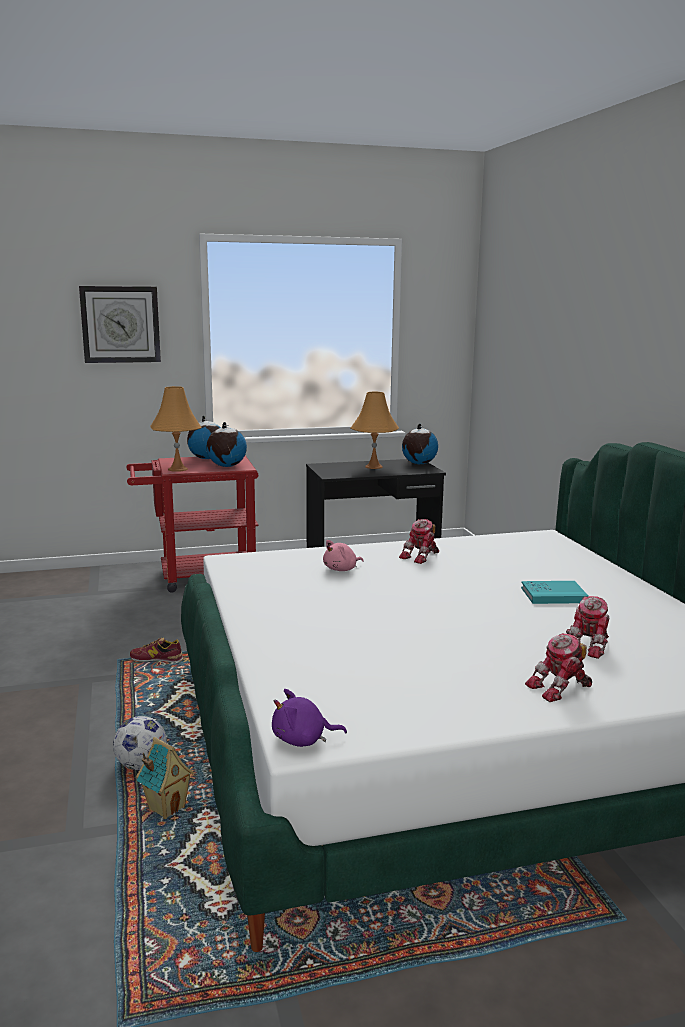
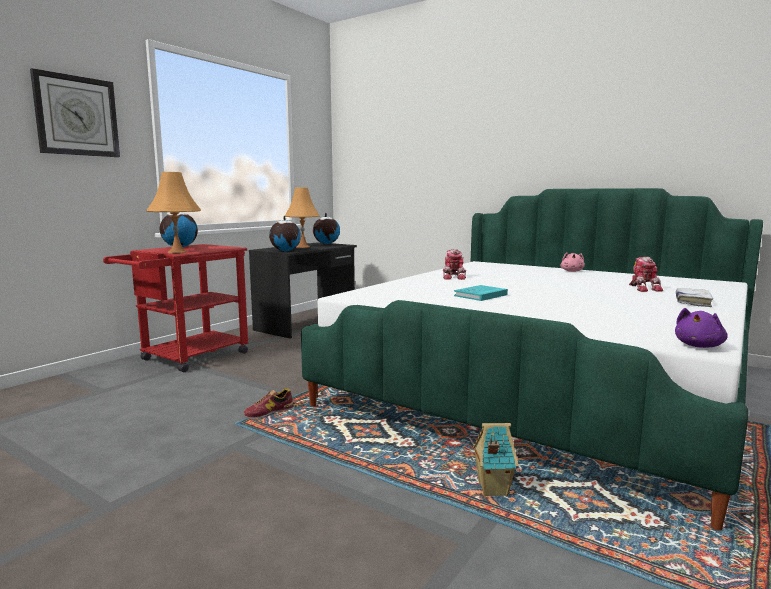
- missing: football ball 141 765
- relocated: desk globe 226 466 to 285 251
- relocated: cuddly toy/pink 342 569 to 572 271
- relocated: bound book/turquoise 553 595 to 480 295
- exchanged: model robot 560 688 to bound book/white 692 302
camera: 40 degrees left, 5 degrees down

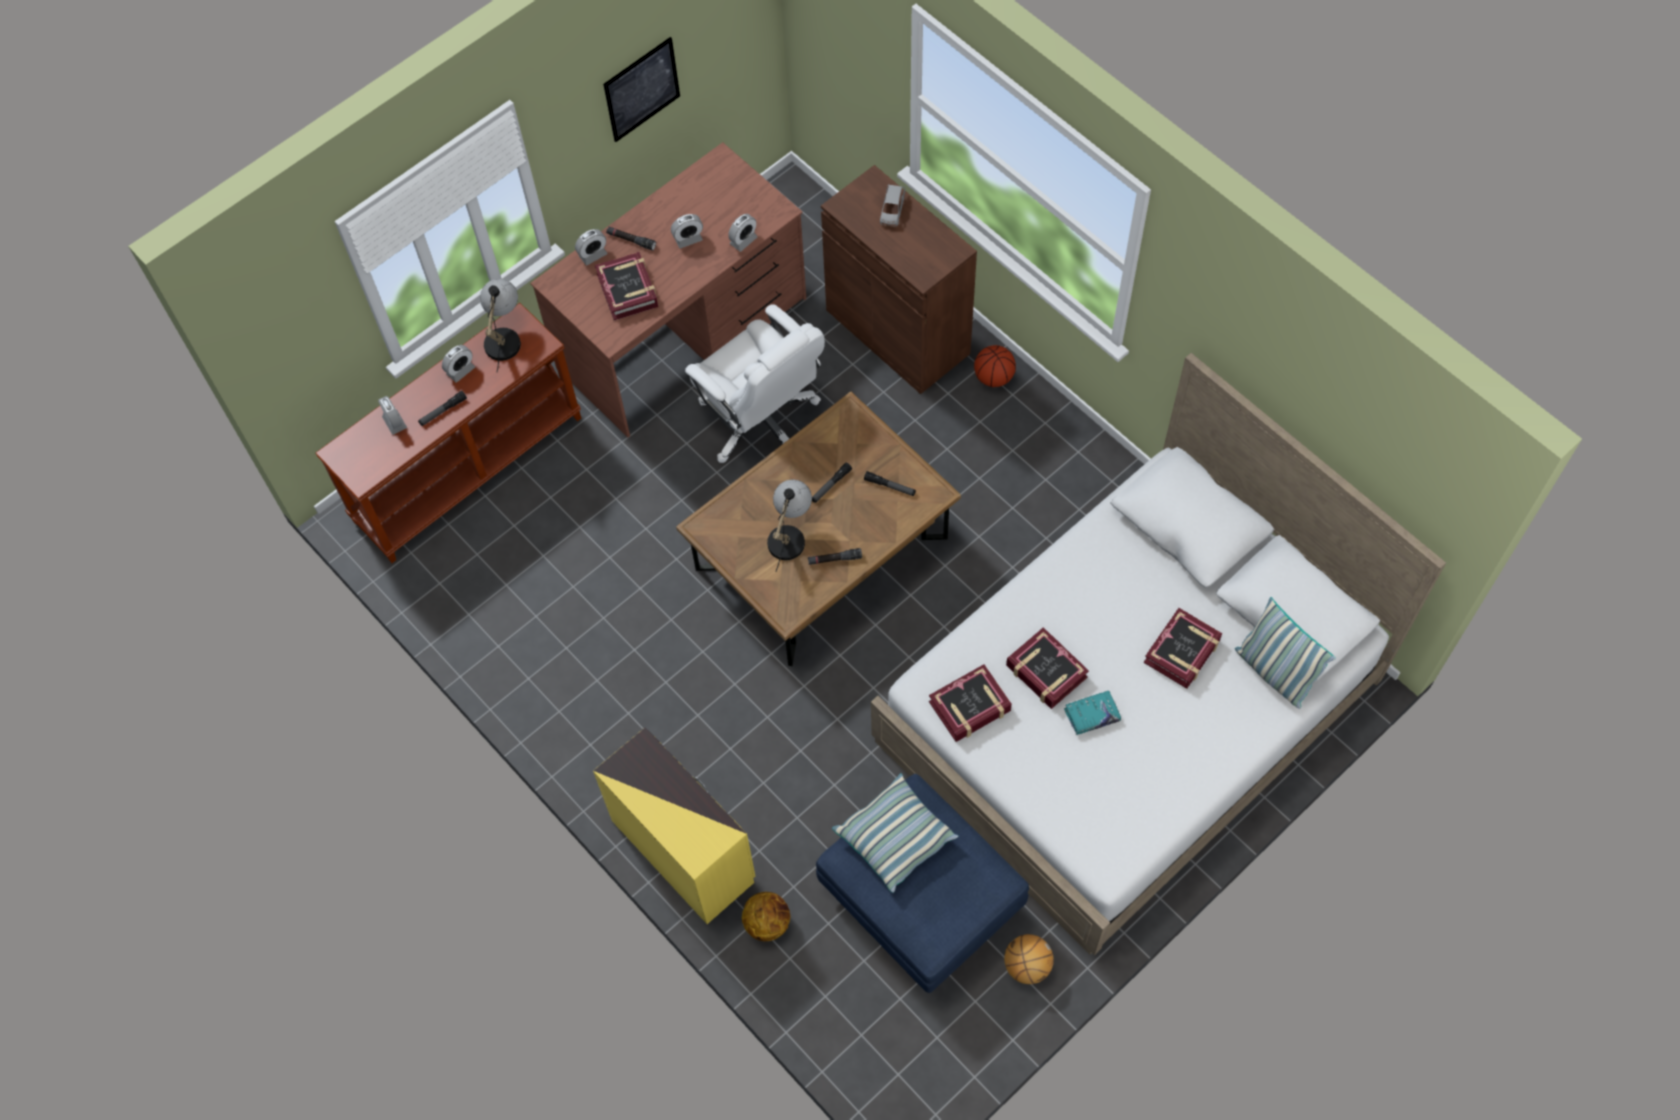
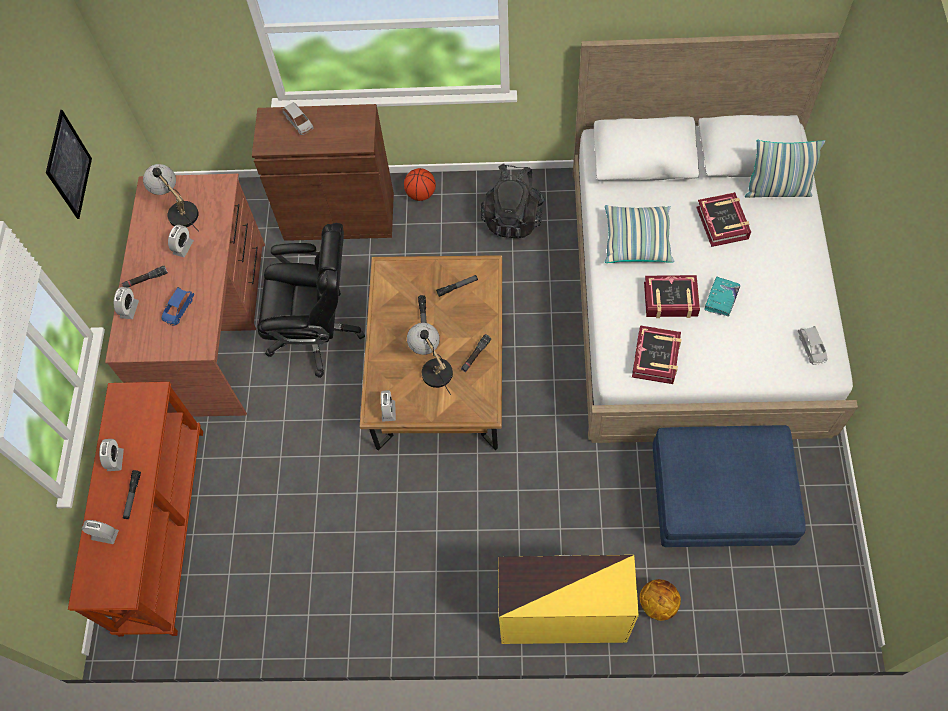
- missing: ball for basketball 1027 966
- appeared: knapsack/black-coloured 513 217
- appeared: miniature car/greyish 811 348
- relocated: tabletop lamp 504 336 to 178 210
- relocated: bedside clock 743 240 to 388 411
- relocated: throw pillow 895 837 to 636 241
- exchanged: bound book 628 290 to miniature car/bluish 179 309
- colour: desk chair/white 761 421 to desk chair/black-coloured 317 332
camera: 45 degrees left, 0 degrees up

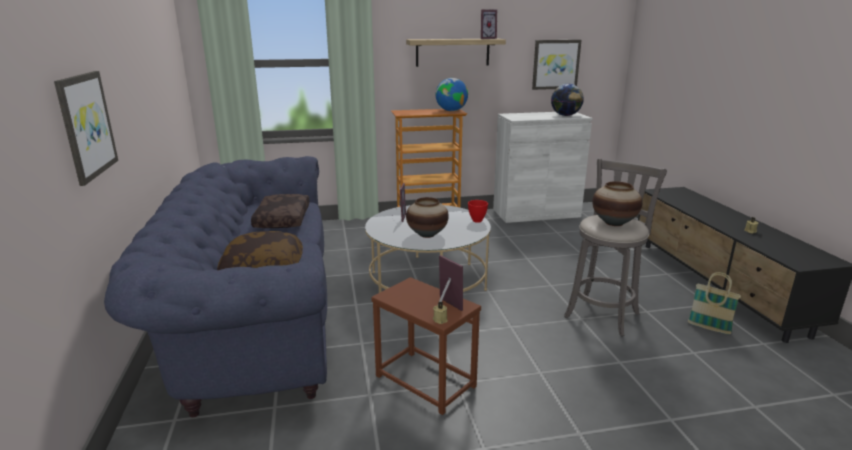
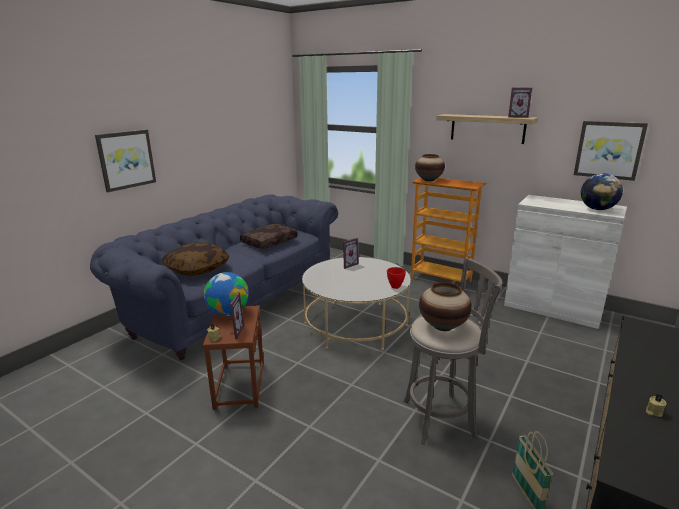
- relocated: flower vase 427 234 to 429 180
- relocated: desk globe 451 111 to 228 313
camera: 45 degrees right, 0 degrees up

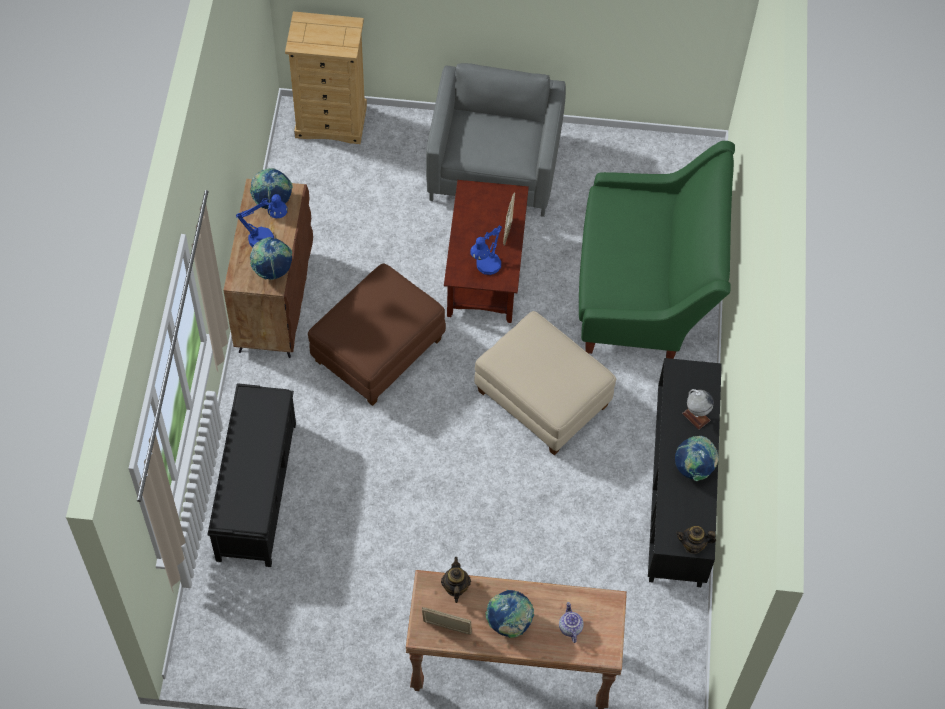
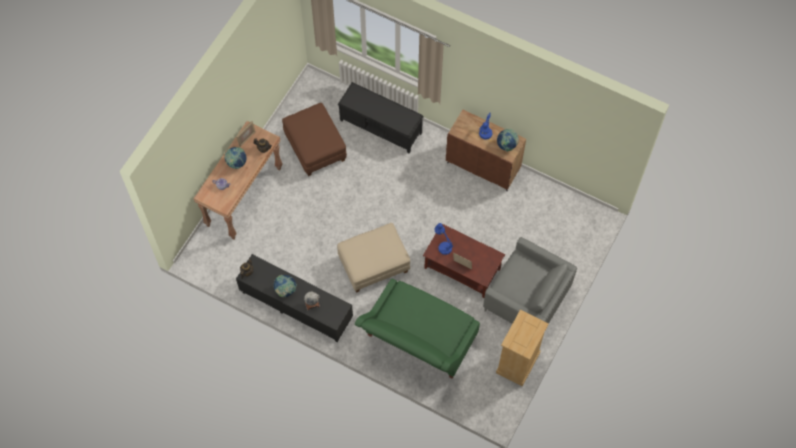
- missing: desk globe 272 270
- relocated: dresser/beige-coloured 331 121 to 517 363
- relocated: pouffe/brown 378 351 to 315 148
camera: 115 degrees right, 5 degrees up

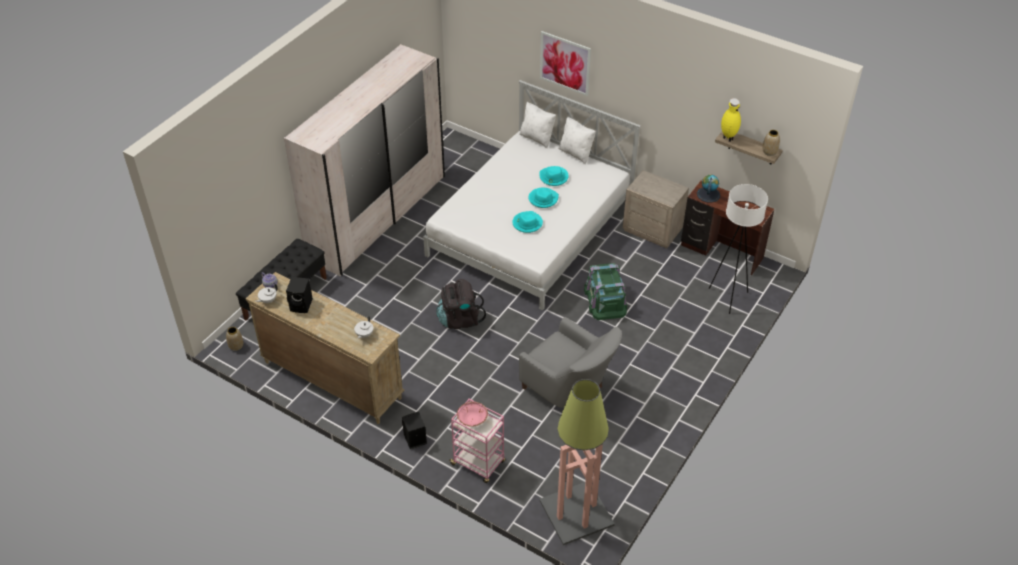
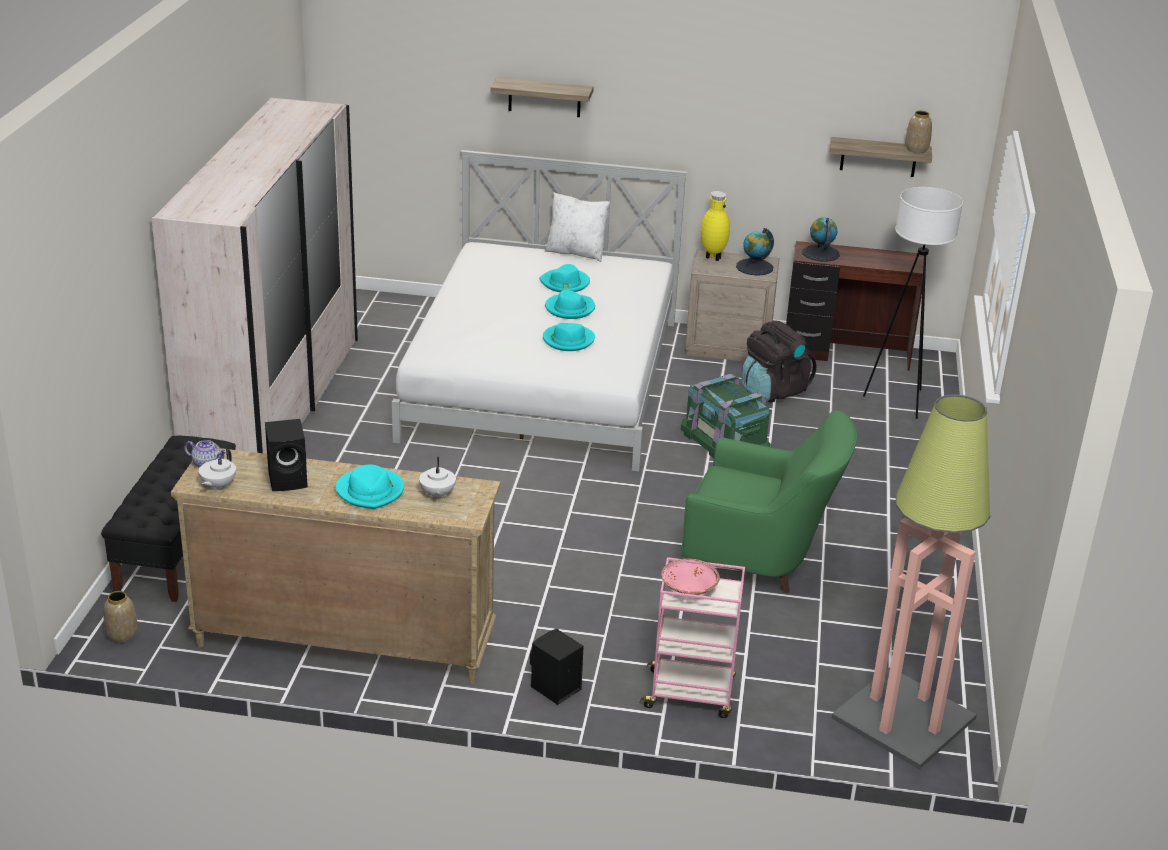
- missing: throw pillow/white 537 138
- appeared: wearable hat/turquoise 370 491
- appeared: desk globe 754 267
- relocated: knapsack/black-coloured 460 319 to 773 391
- relocated: flower vase/yellowish 727 138 to 712 257
- exchanged: picture 565 63 to wall shelf 544 97
- colour: armchair/greyish 569 390 to armchair/greenish 761 560
camera: 25 degrees left, 15 degrees down

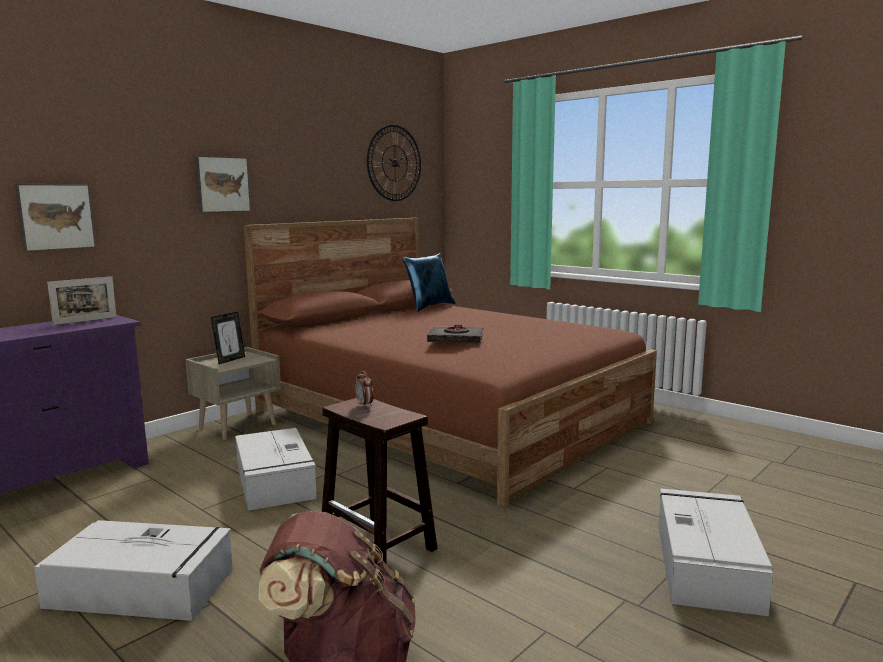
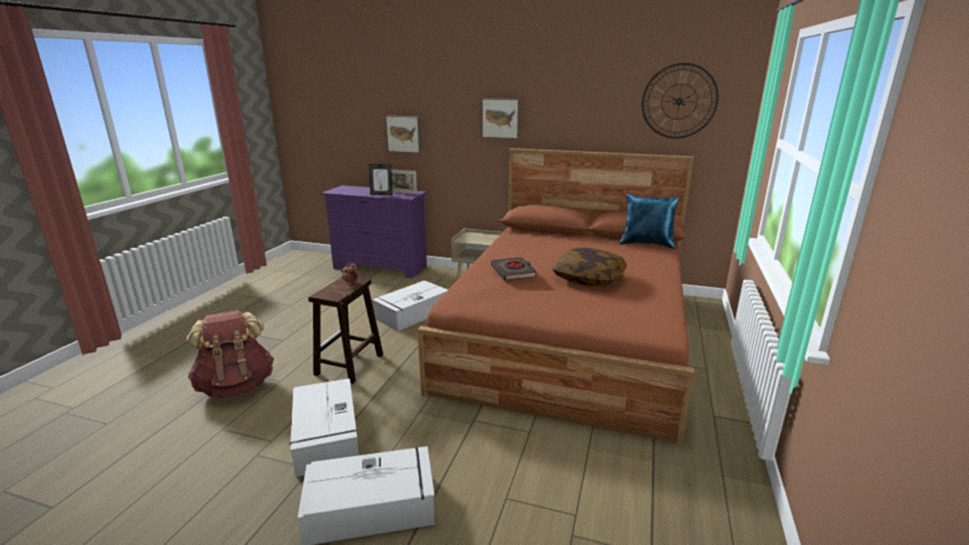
- appeared: throw pillow 588 278
- relocated: storage box/greyish 144 588 to 326 436
- relocated: standing frame 230 360 to 381 194
camera: 65 degrees right, 10 degrees up

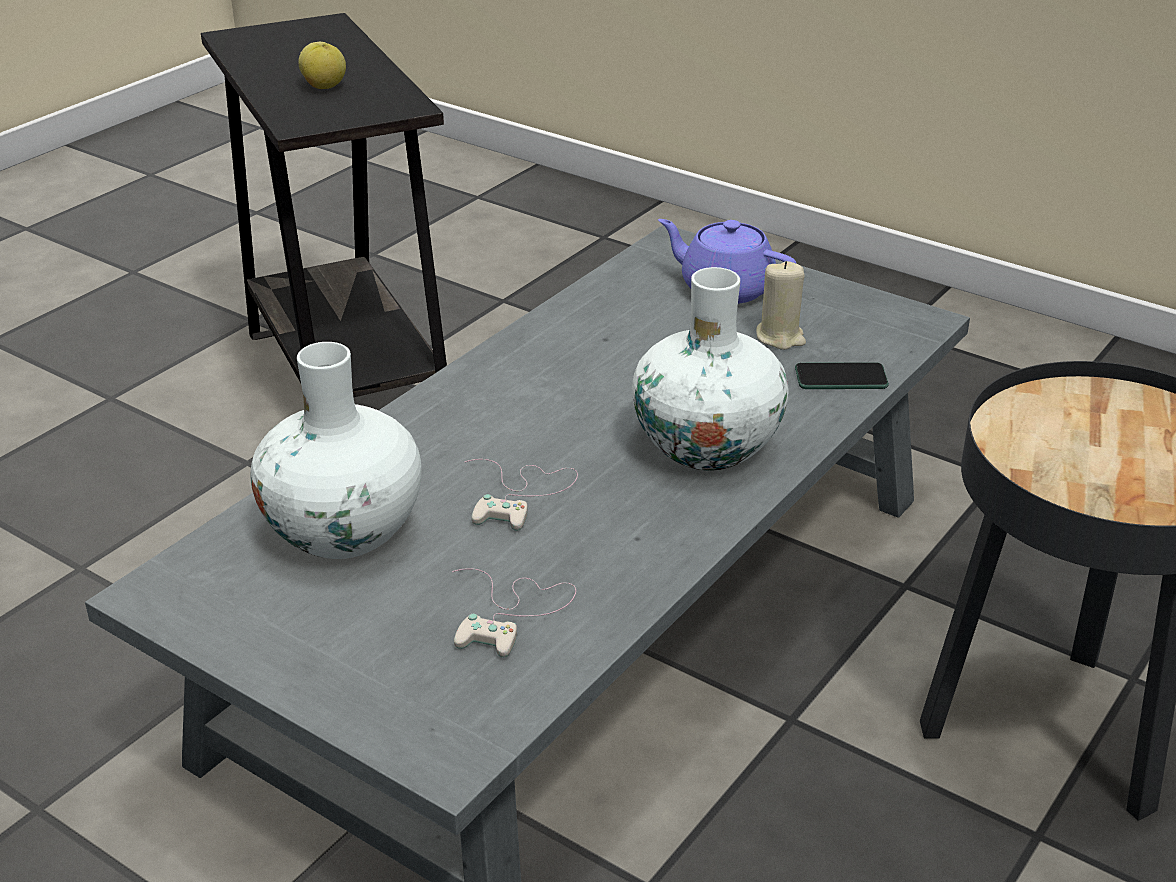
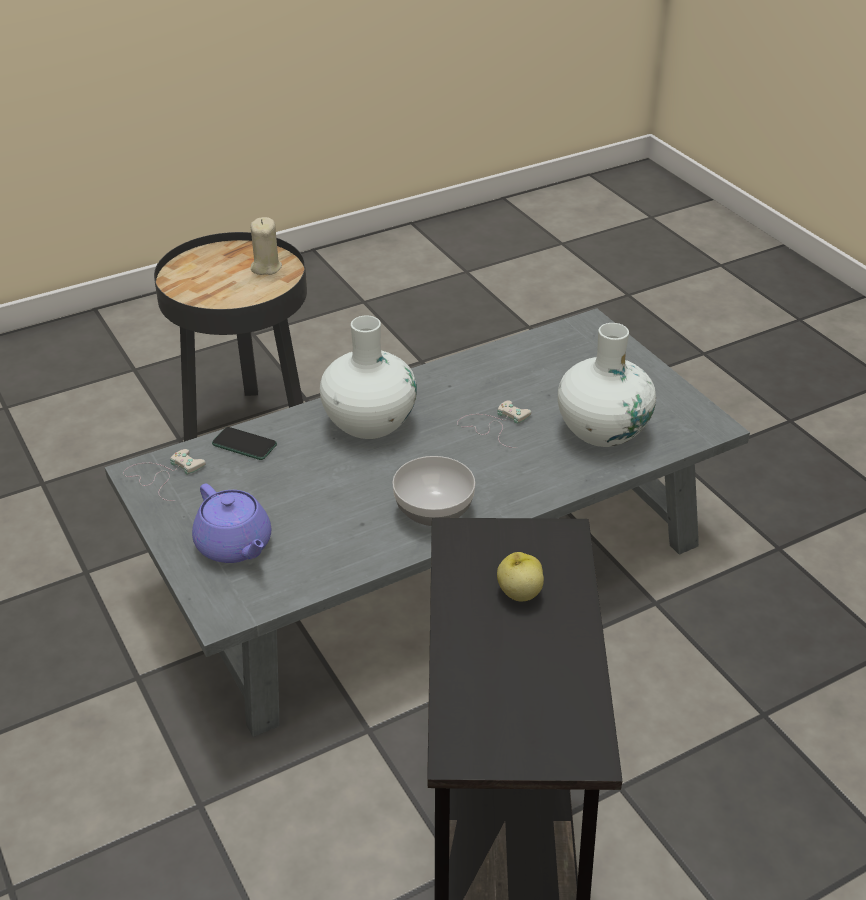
- appeared: bowl 435 511
- relocated: game controller/white 512 612 to 163 475
- relocated: candle/beige-coloured 780 337 to 266 267
camera: 155 degrees left, 5 degrees up

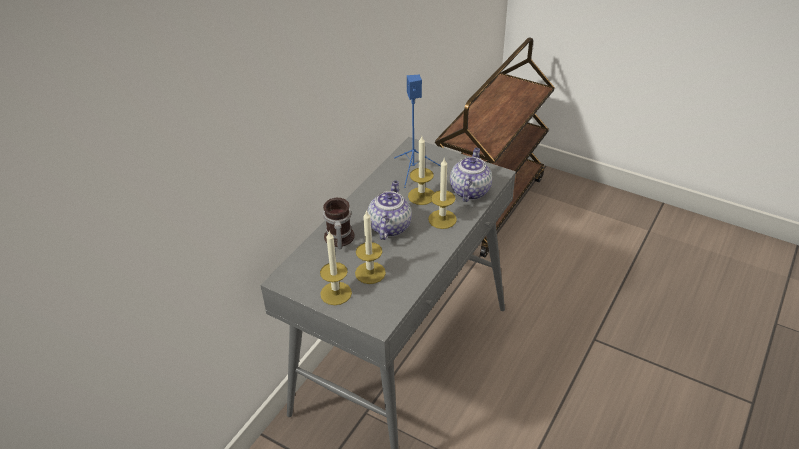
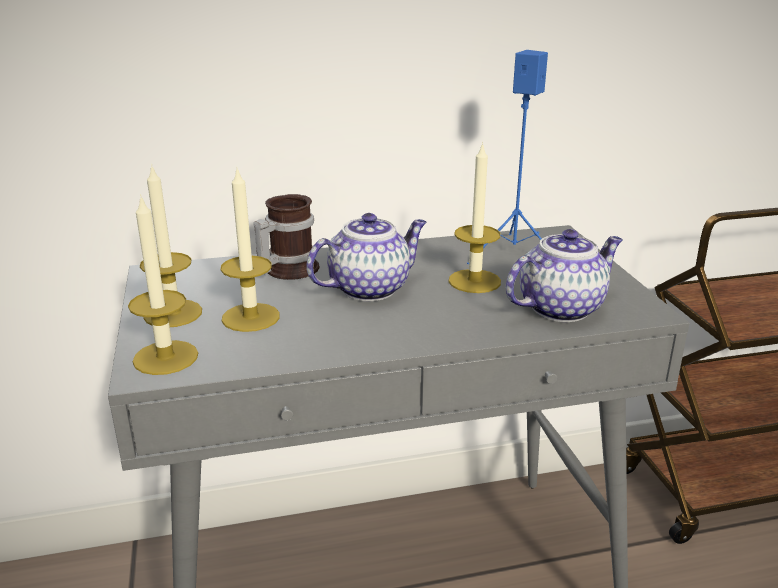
- relocated: candle 442 219 to 165 357
camera: 45 degrees right, 15 degrees down

